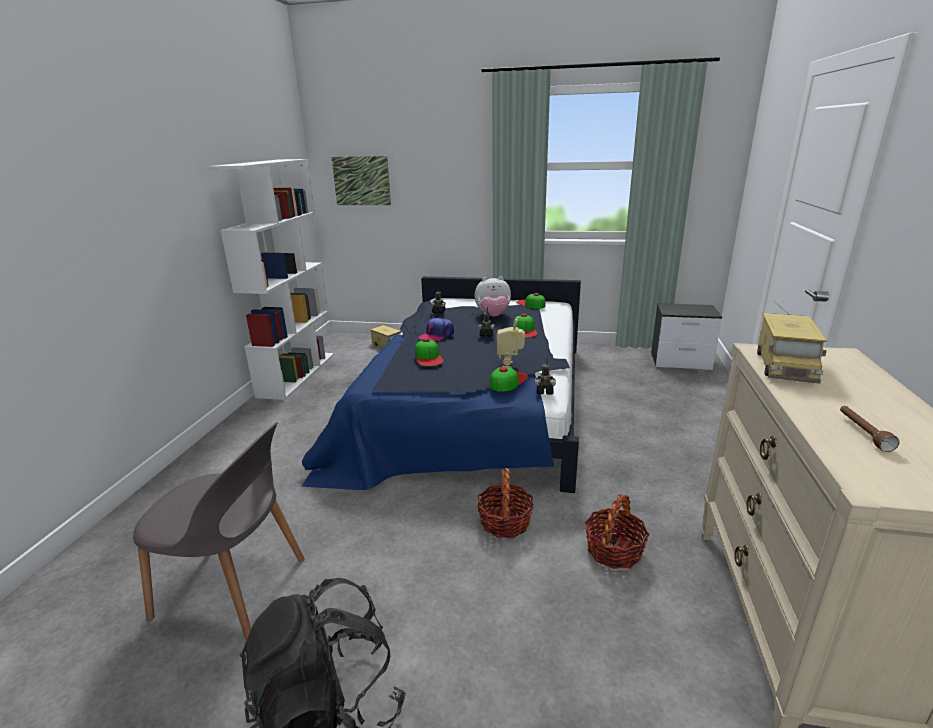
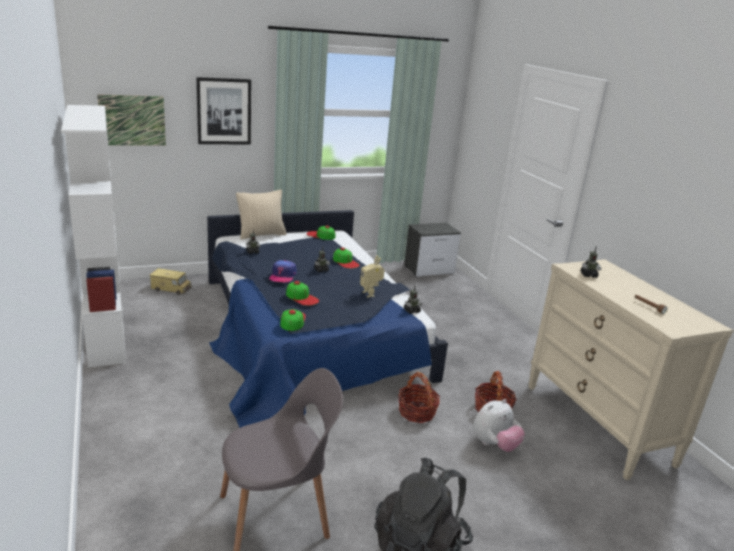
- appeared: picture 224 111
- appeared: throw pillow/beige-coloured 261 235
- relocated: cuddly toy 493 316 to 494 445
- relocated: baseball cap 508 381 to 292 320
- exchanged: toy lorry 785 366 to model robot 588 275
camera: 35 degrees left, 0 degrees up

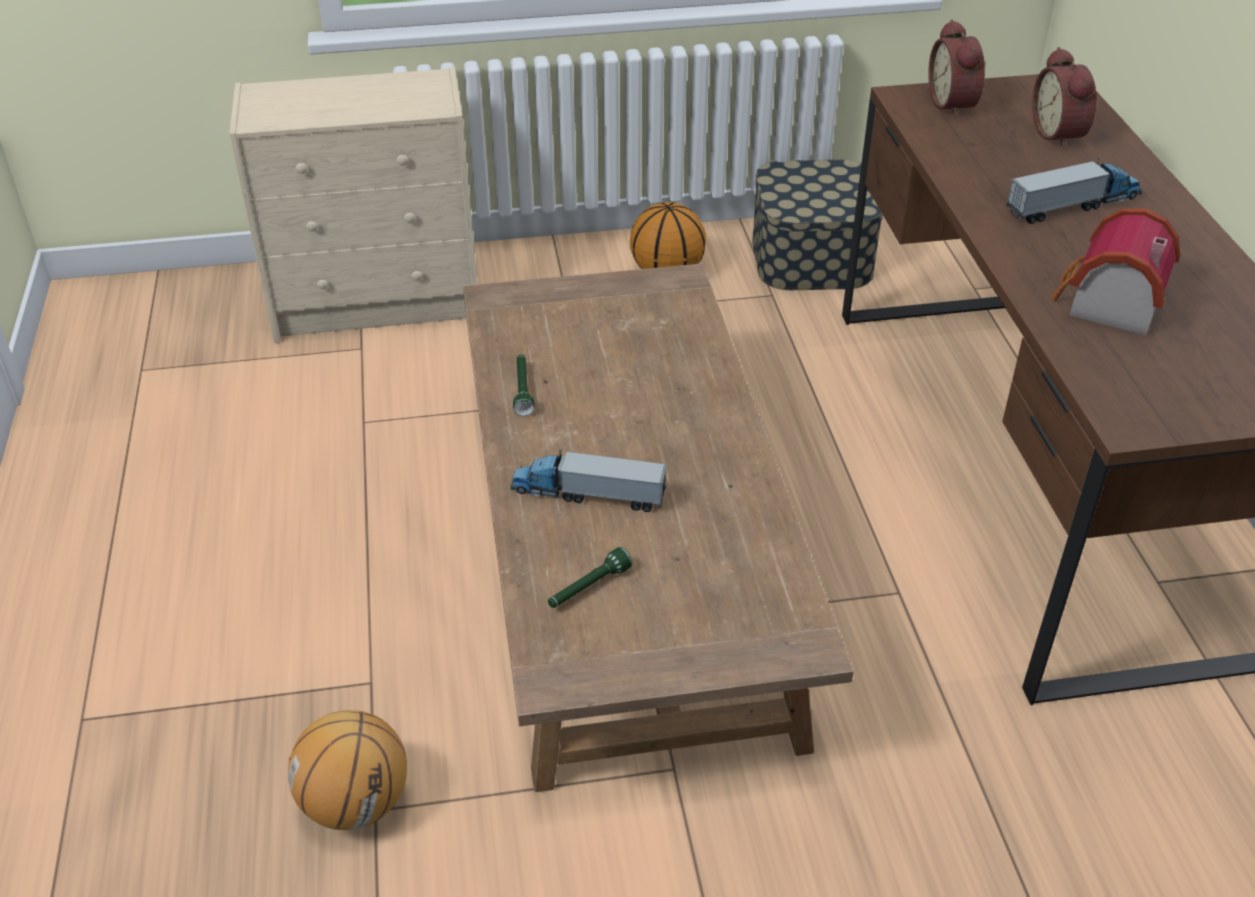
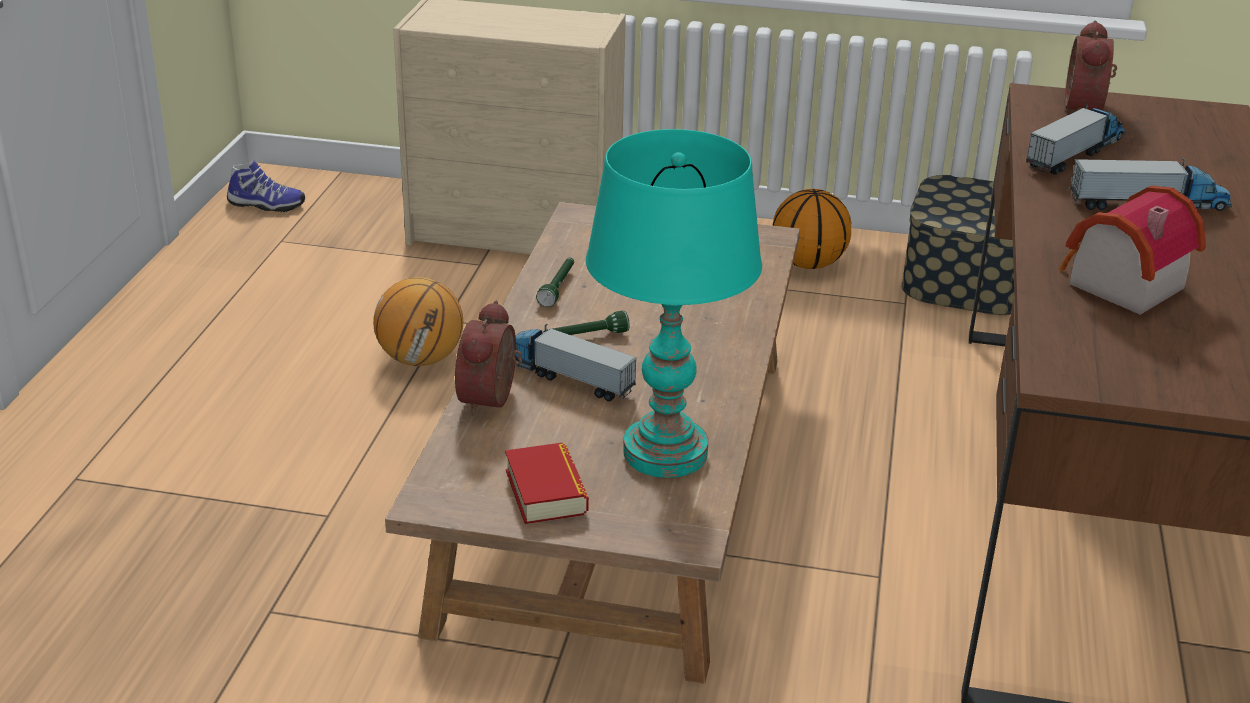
- appeared: shoe 265 205
- appeared: bound book 546 492
- appeared: tabletop lamp/turquoise 665 453
- appeared: toy lorry 1076 153
- relocated: ball for basketball 356 802 to 421 359
- relocated: hand torch/greenish 588 588 to 585 337
- relocated: bedside clock 1060 134 to 492 399
camera: 20 degrees right, 10 degrees down

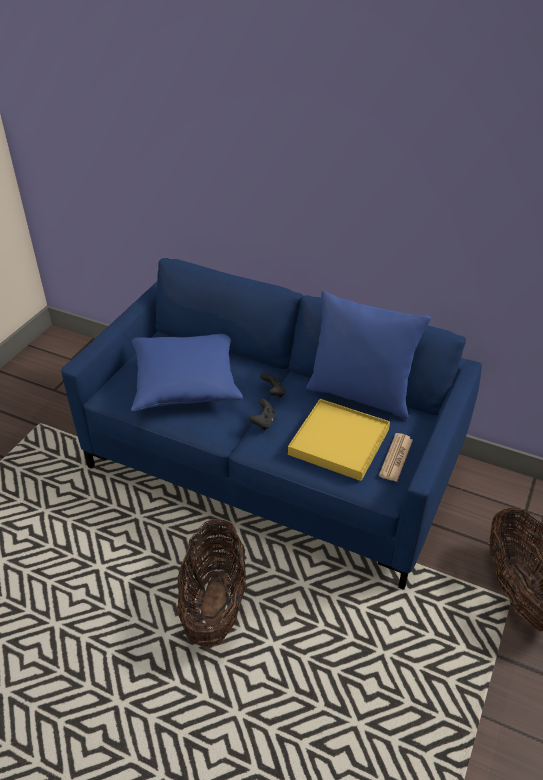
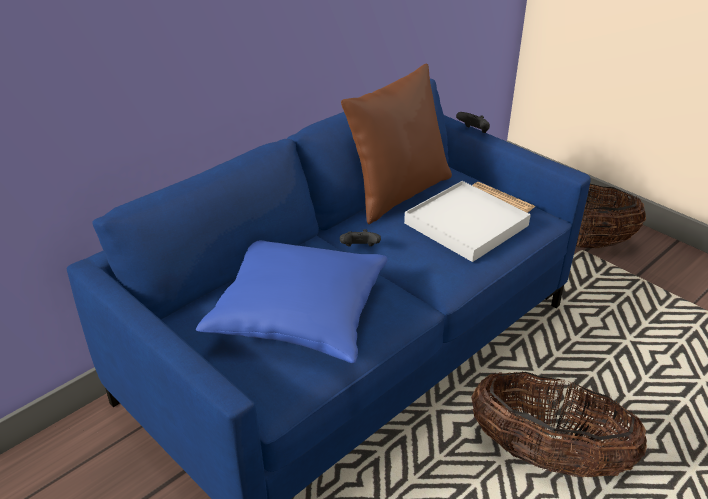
- relocated: game controller/black-coloured 263 422 to 473 131
- colour: carrying tray/yellowish 339 442 to carrying tray/white 466 224
- colour: throw pillow/bluish 360 394 to throw pillow/brown 397 193
camera: 70 degrees left, 5 degrees down

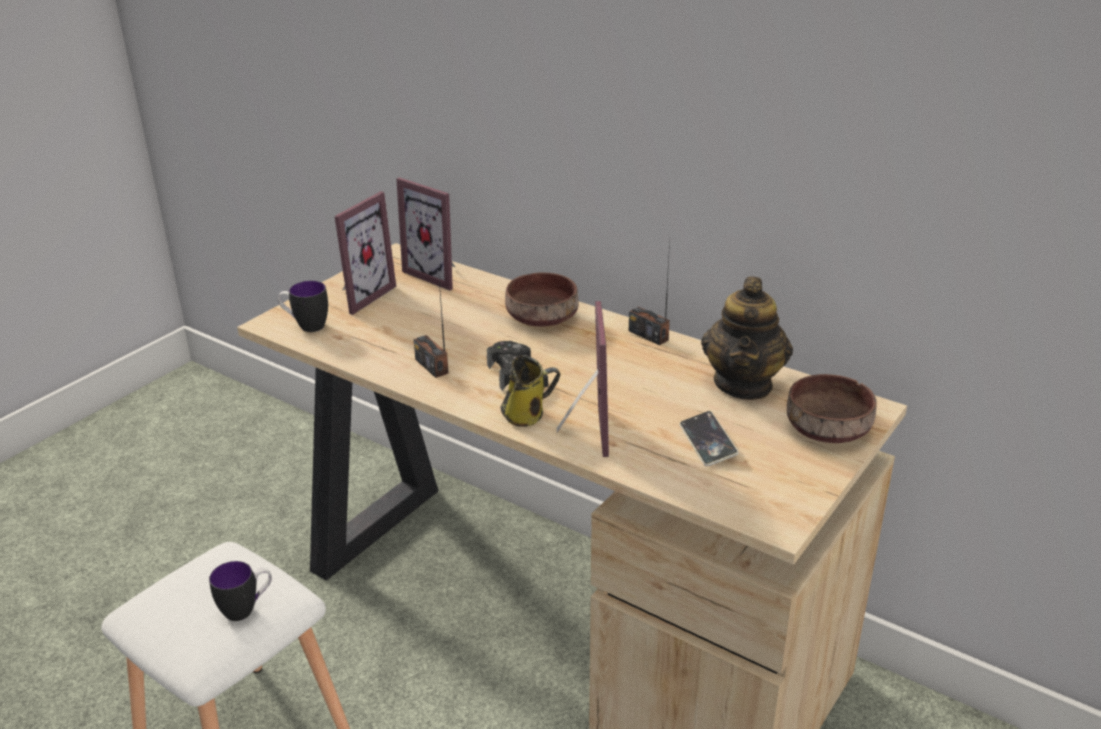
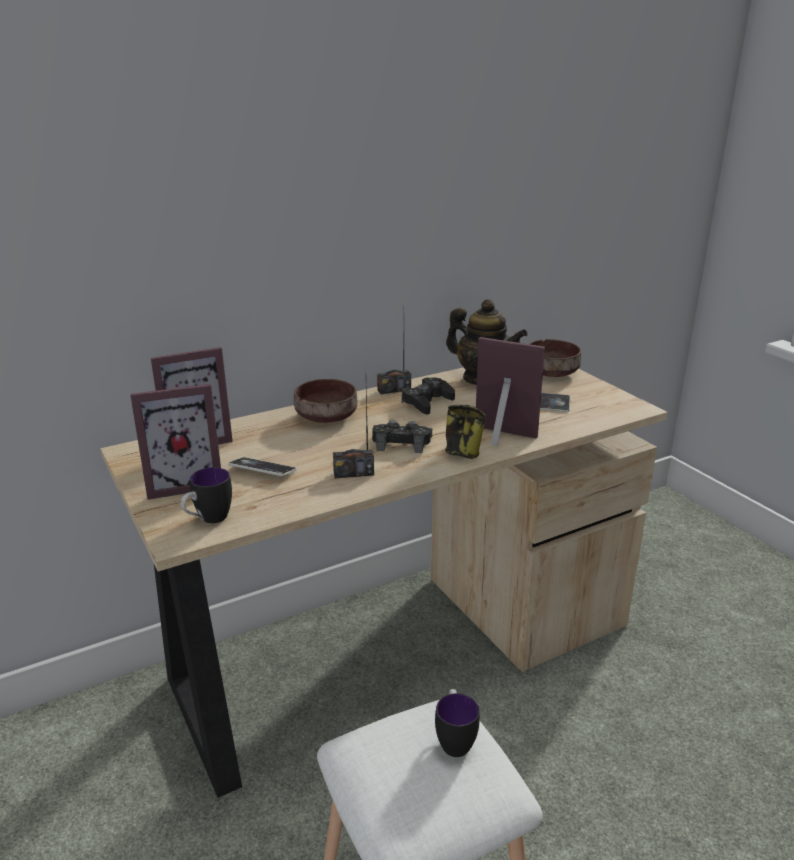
- appeared: phone 263 470
- appeared: game controller/black-coloured 427 402
- spun: standing frame 359 295 = 184 483 105 degrees clockwise
camera: 65 degrees left, 5 degrees down

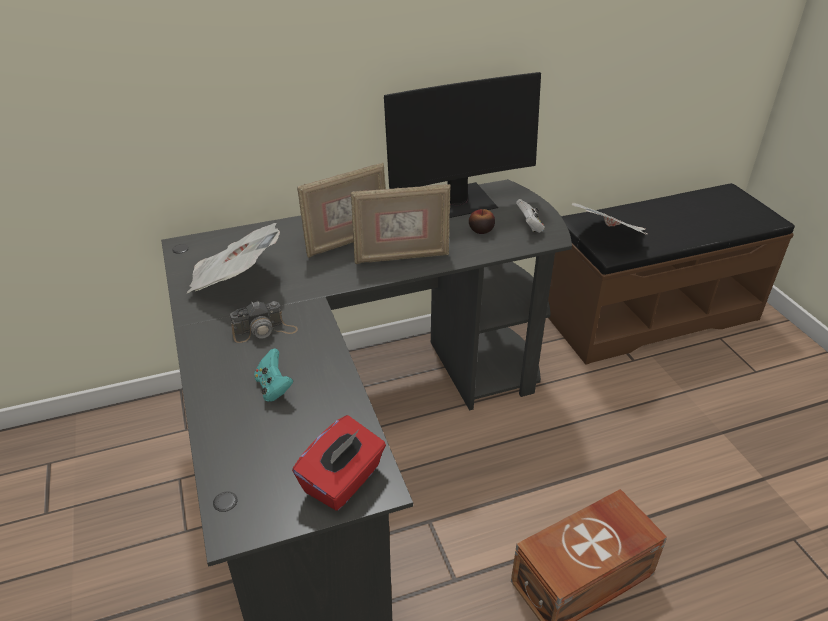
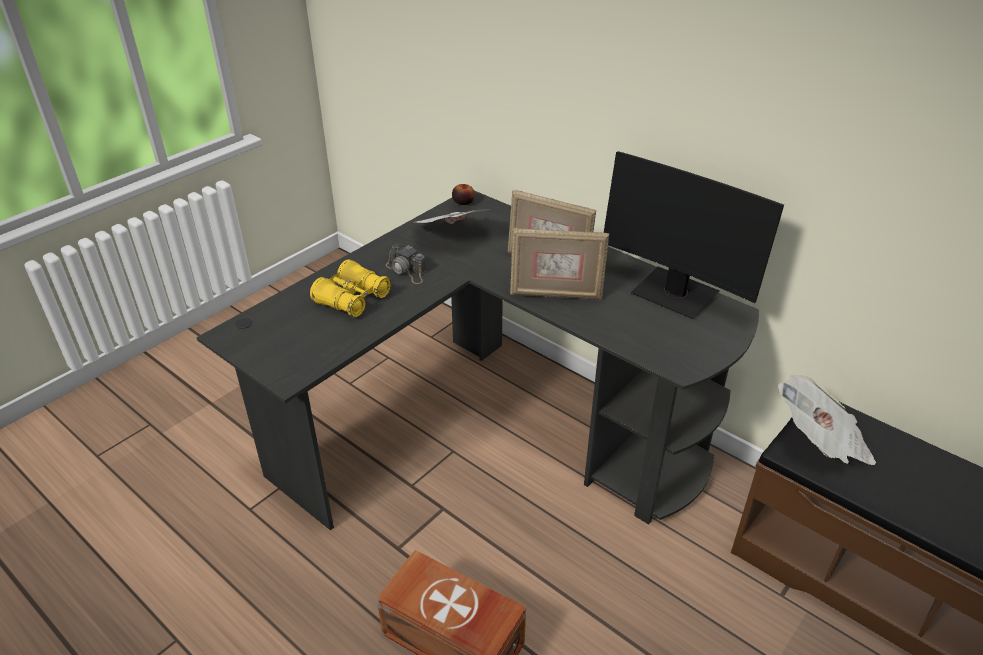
- missing: tissue box/reddish 343 481
- missing: game controller/white 530 226
- relocated: apple 481 230 to 463 202
- exchanged: game controller/turquoise 274 387 to field glasses/yellowish 352 299
- spun: standing frame 401 257 = 556 295 45 degrees counterclockwise
camera: 60 degrees right, 0 degrees up

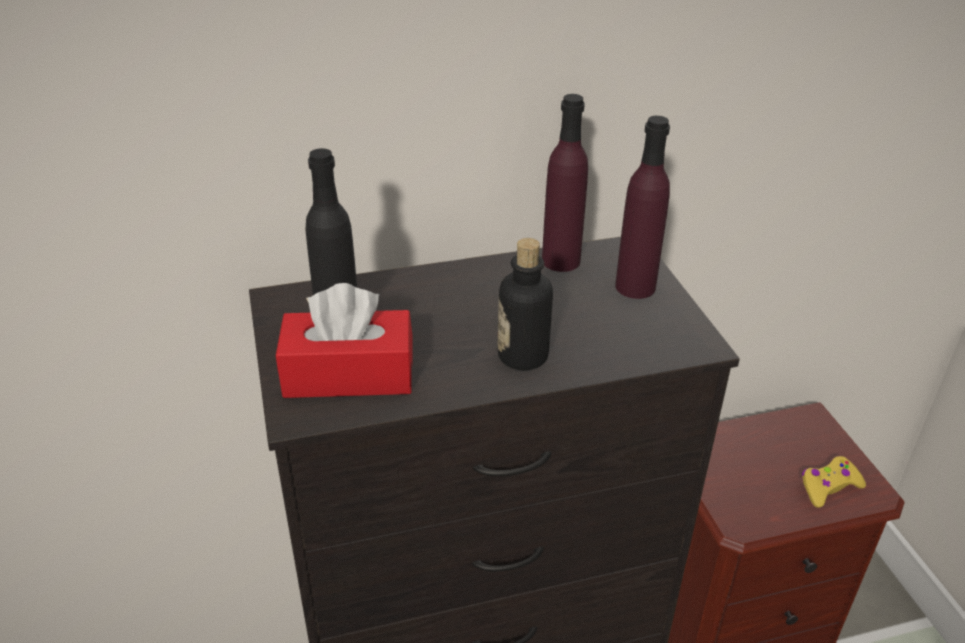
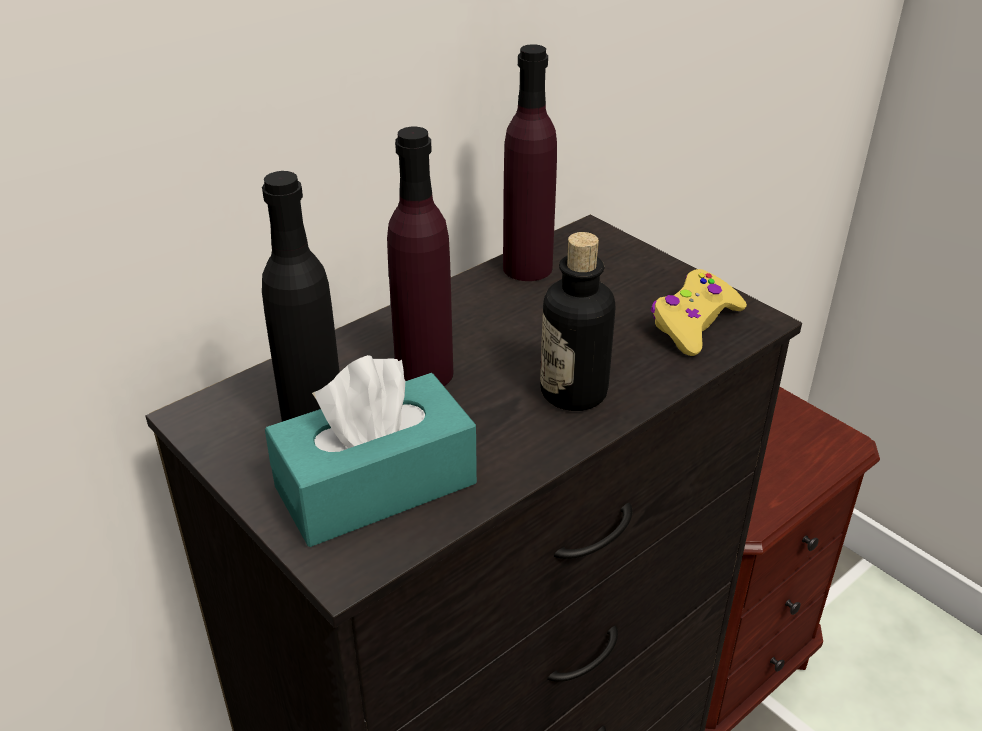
- relocated: drink bottle/purplish 635 287 to 424 373
- relocated: game controller/yellowish 828 487 to 694 323
- colour: tissue box/reddish 349 374 to tissue box/turquoise 376 485
camera: 25 degrees left, 0 degrees up

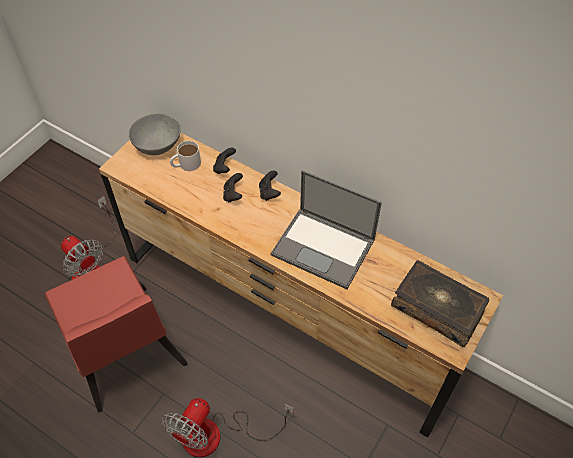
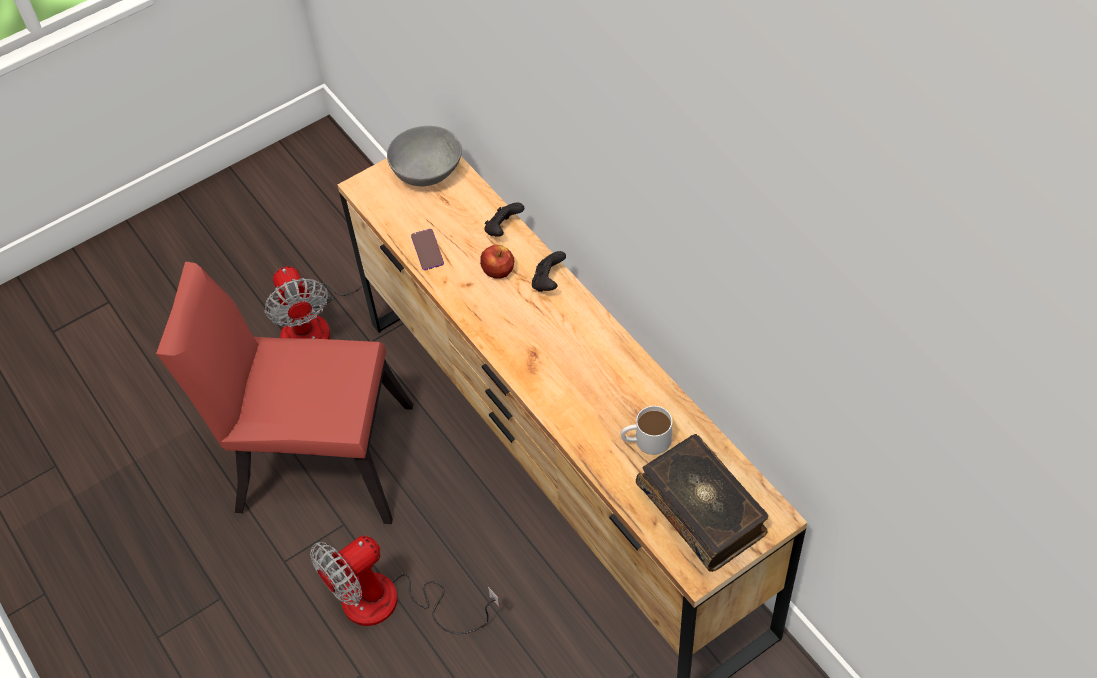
- missing: notebook computer 324 247
- appeared: phone 427 250
- relocated: mug/white 186 164 to 646 440
- exchanged: game controller/black-coloured 233 195 to apple 498 271
- spun: plain chair/reddish 124 354 = 313 454 105 degrees clockwise
camera: 25 degrees right, 0 degrees up

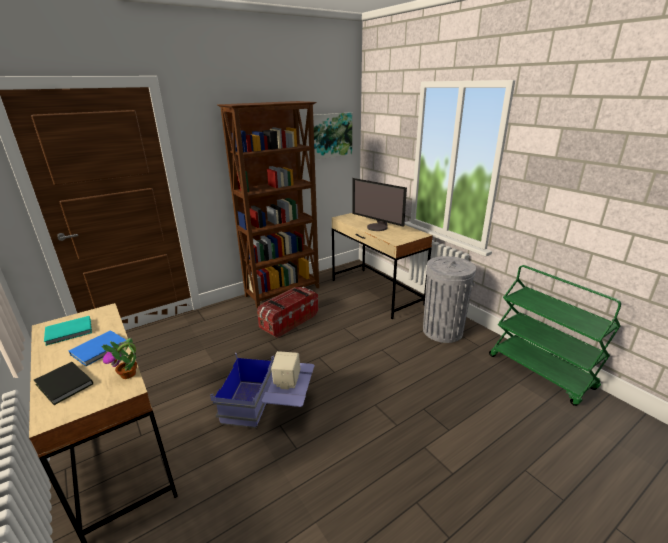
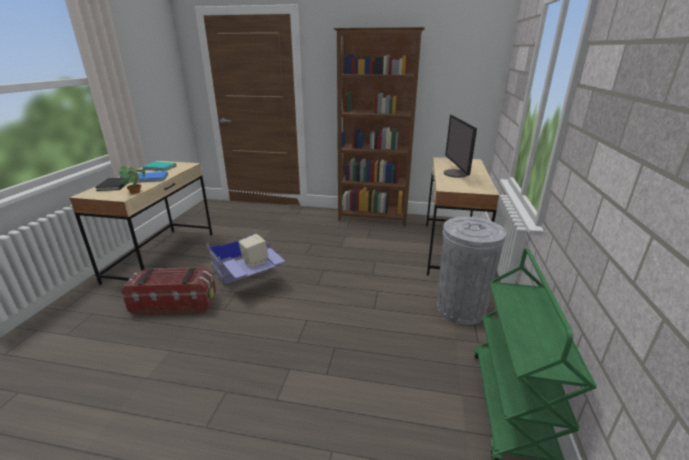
- missing: picture 330 135
- relocated: storage box 288 321 to 175 304
camera: 45 degrees right, 0 degrees up

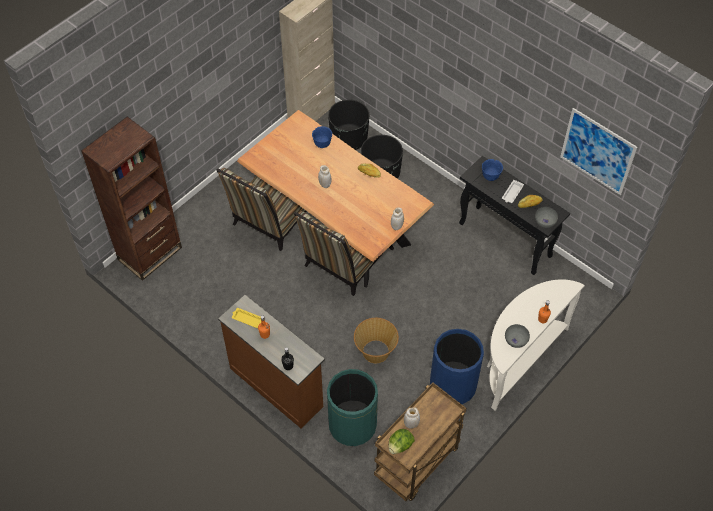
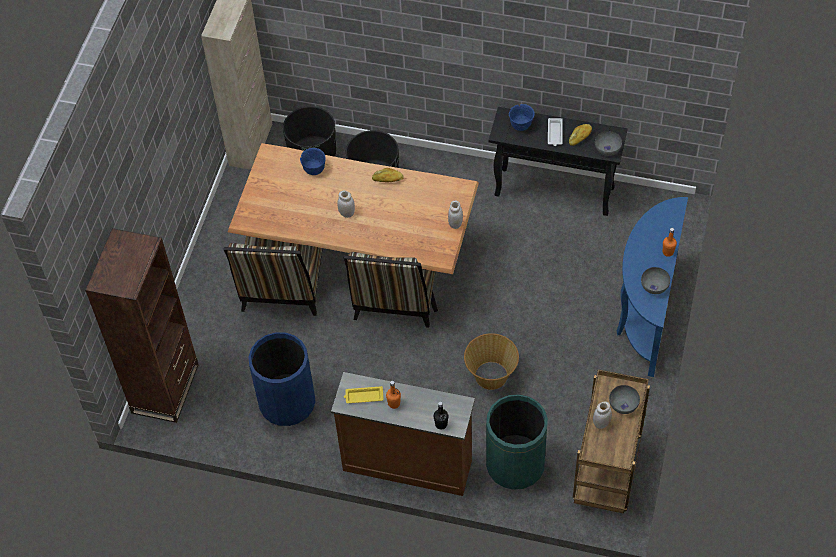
- missing: head of lettuce 400 445
- missing: picture 597 151
- appeared: bowl/greyish 623 404
- relocated: waste bin/bluish 452 385 to 287 402
- colour: console table/white 518 359 to console table/bluish 645 312
camera: 25 degrees left, 0 degrees up

